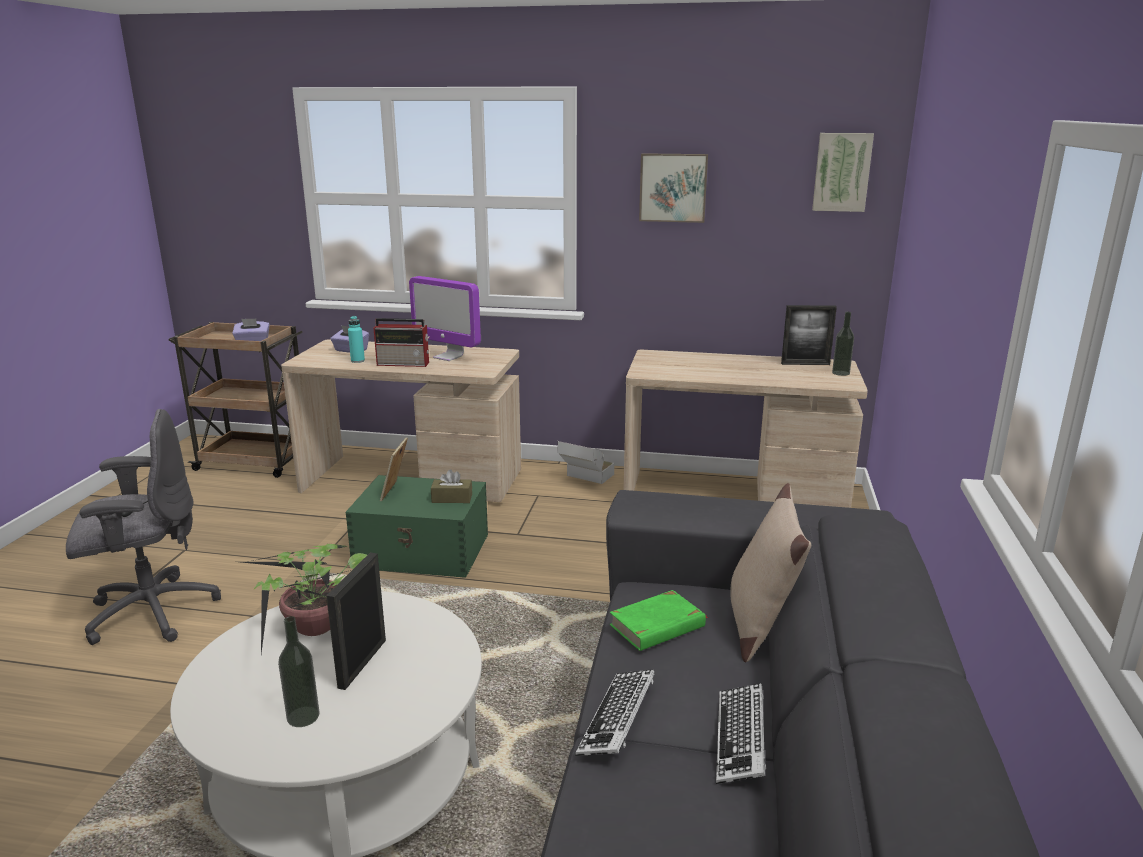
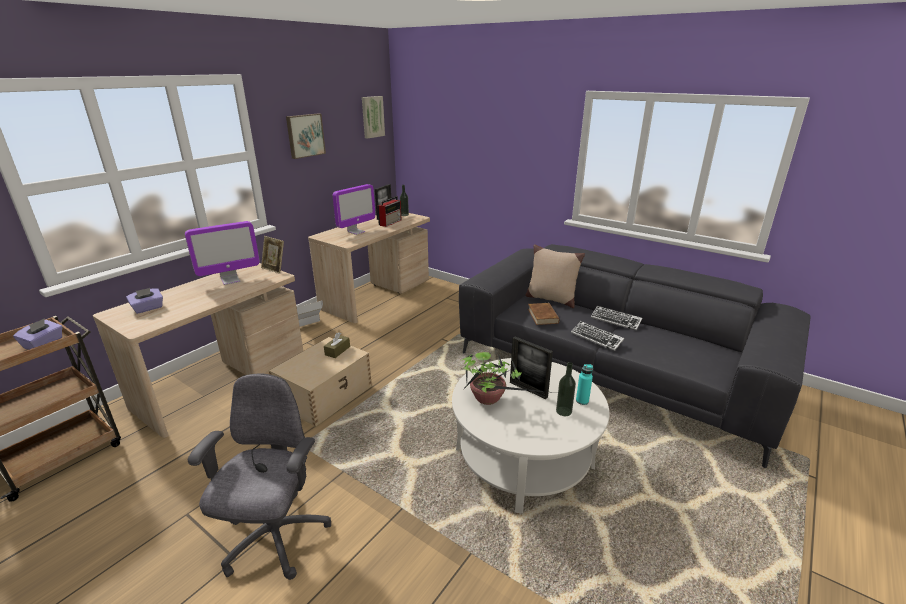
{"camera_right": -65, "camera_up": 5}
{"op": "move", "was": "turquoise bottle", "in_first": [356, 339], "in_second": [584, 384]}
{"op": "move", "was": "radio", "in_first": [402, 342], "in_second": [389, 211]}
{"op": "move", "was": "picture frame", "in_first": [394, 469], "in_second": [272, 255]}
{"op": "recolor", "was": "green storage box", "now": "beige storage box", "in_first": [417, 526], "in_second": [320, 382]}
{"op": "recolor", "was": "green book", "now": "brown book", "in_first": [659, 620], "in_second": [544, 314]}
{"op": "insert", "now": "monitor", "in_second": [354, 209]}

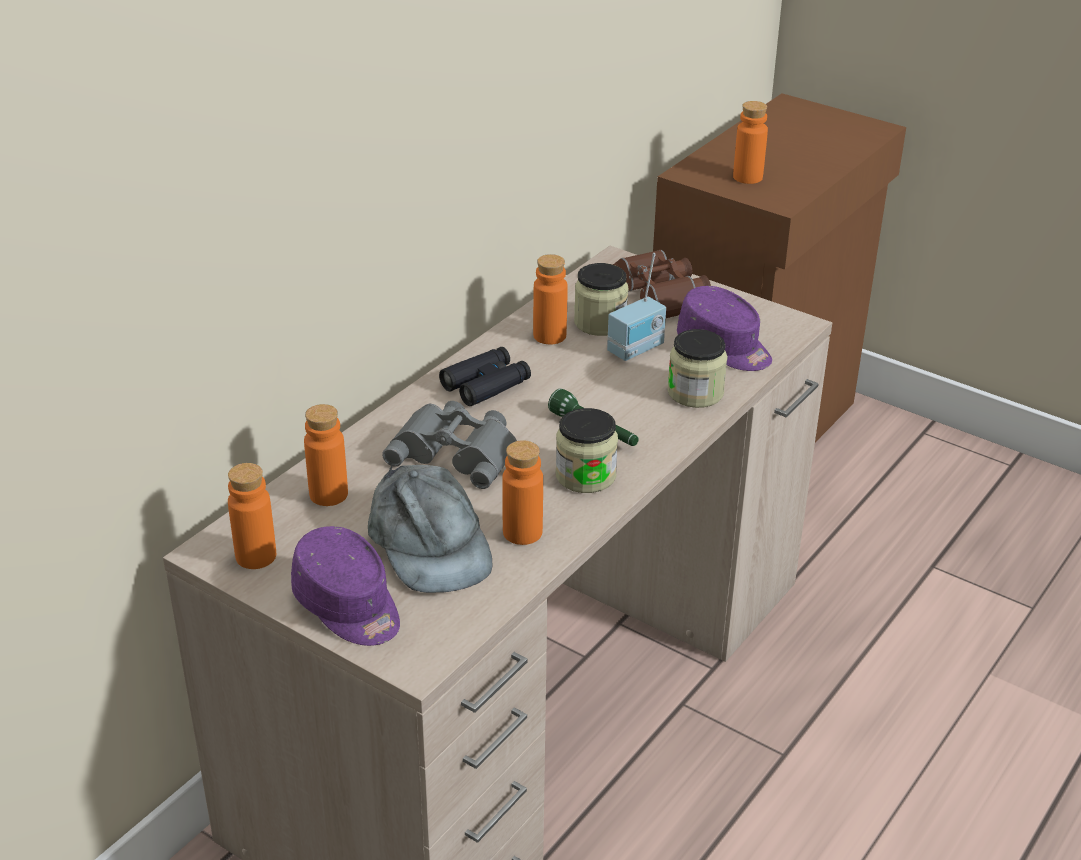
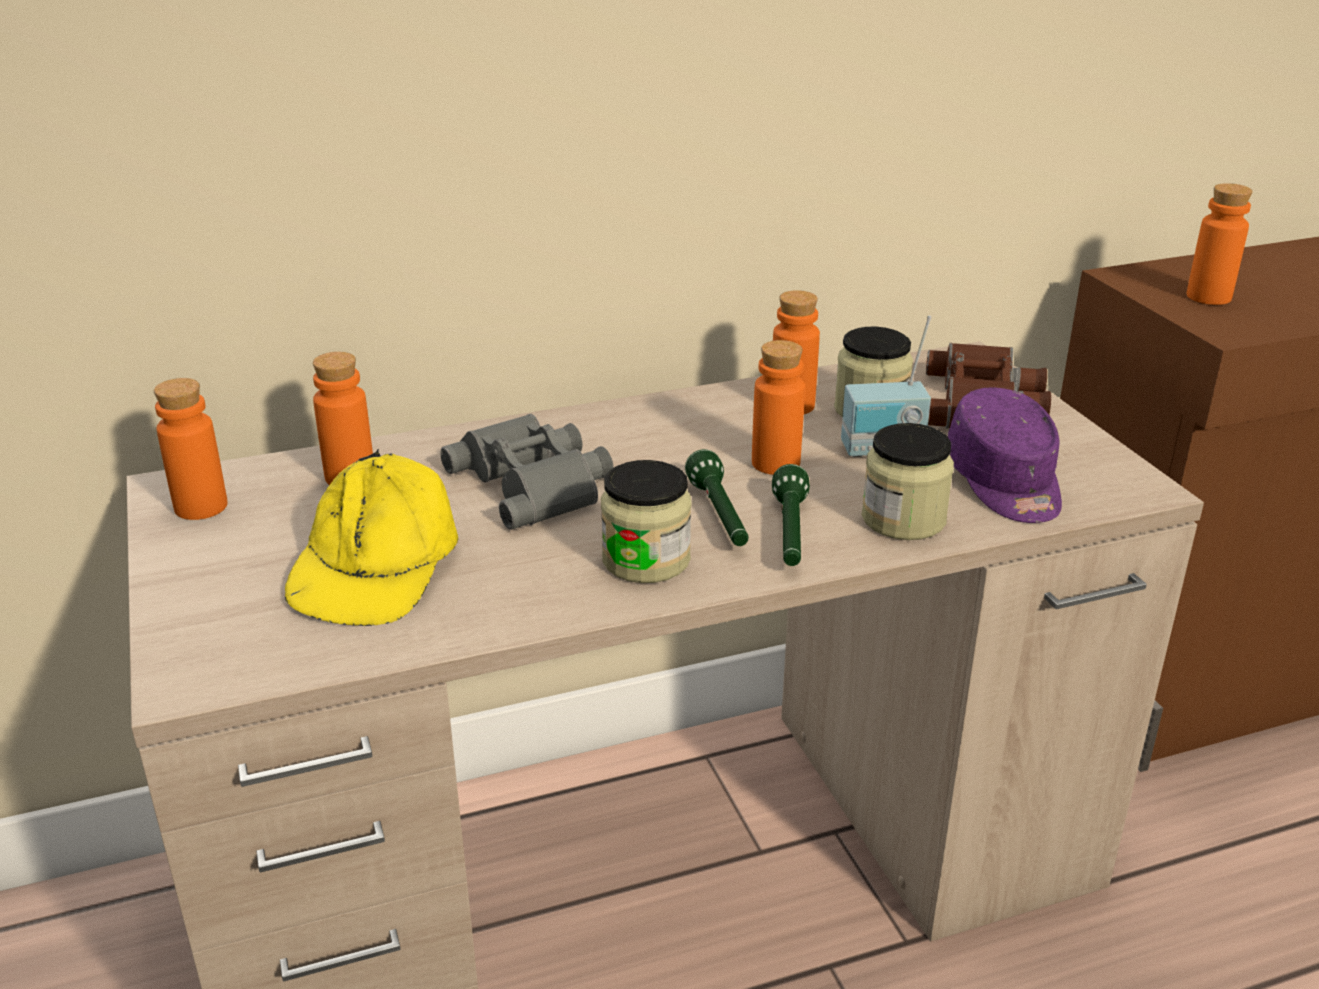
{"camera_right": 35, "camera_up": -5}
{"op": "delete", "was": "black binoculars", "in_first": [485, 376]}
{"op": "move", "was": "orange bottle", "in_first": [522, 492], "in_second": [778, 407]}
{"op": "recolor", "was": "grey cap", "now": "yellow cap", "in_first": [430, 529], "in_second": [371, 537]}
{"op": "delete", "was": "purple cap", "in_first": [345, 586]}
{"op": "insert", "now": "green flashlight", "in_second": [791, 515]}

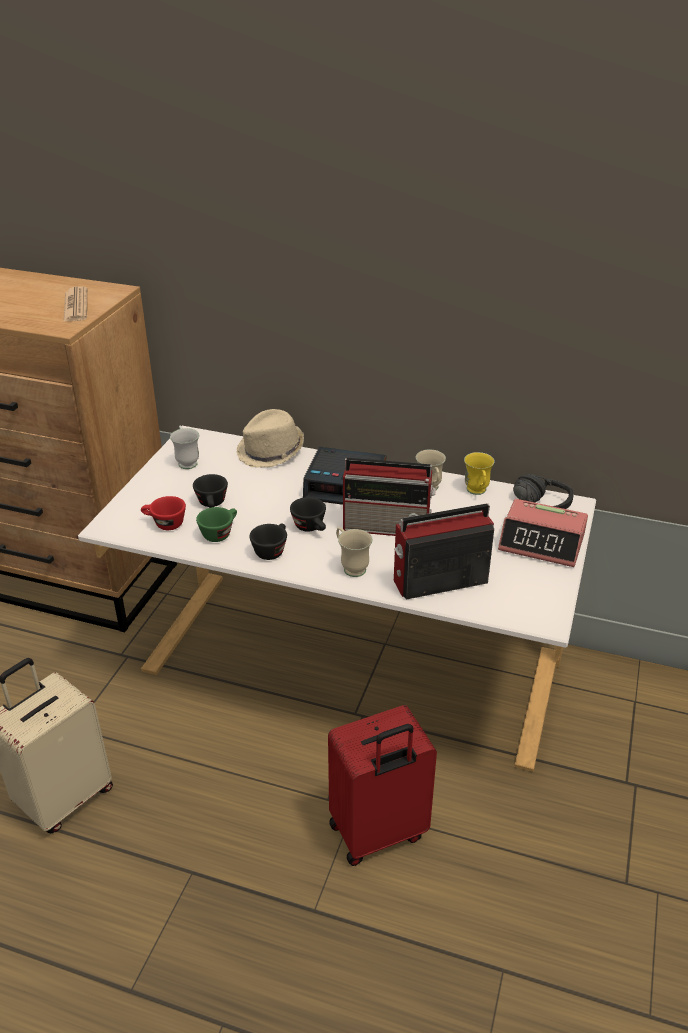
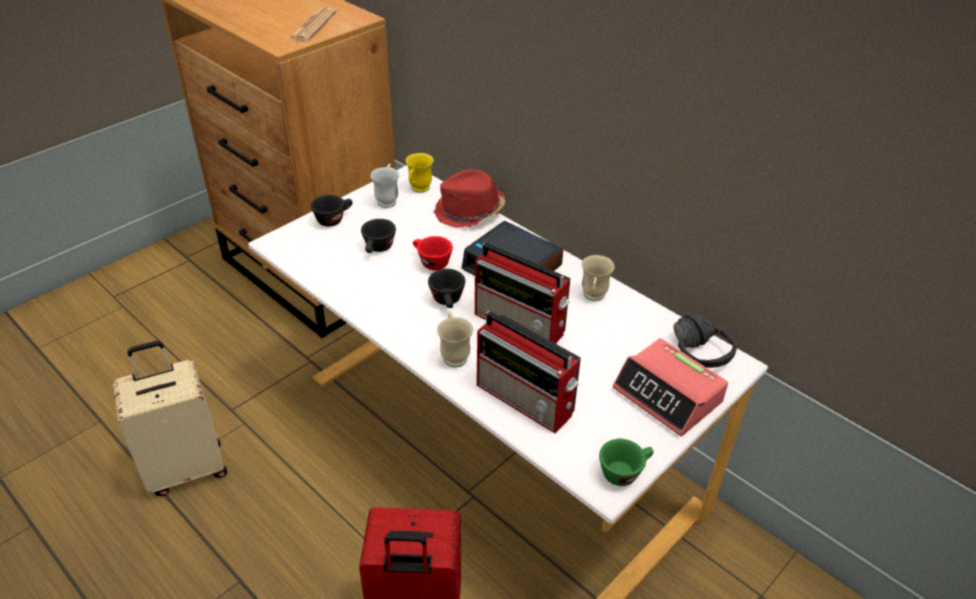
{"camera_right": 25, "camera_up": 5}
{"op": "recolor", "was": "beige hat", "now": "red hat", "in_first": [270, 438], "in_second": [469, 198]}
{"op": "move", "was": "yellow mug", "in_first": [479, 473], "in_second": [419, 173]}
{"op": "move", "was": "red cup", "in_first": [163, 513], "in_second": [433, 253]}
{"op": "rotate", "was": "radio", "in_first": [444, 551], "in_second": [529, 372], "clockwise": -150}
{"op": "move", "was": "green cup", "in_first": [216, 524], "in_second": [626, 462]}
{"op": "move", "was": "black cup", "in_first": [268, 542], "in_second": [331, 211]}

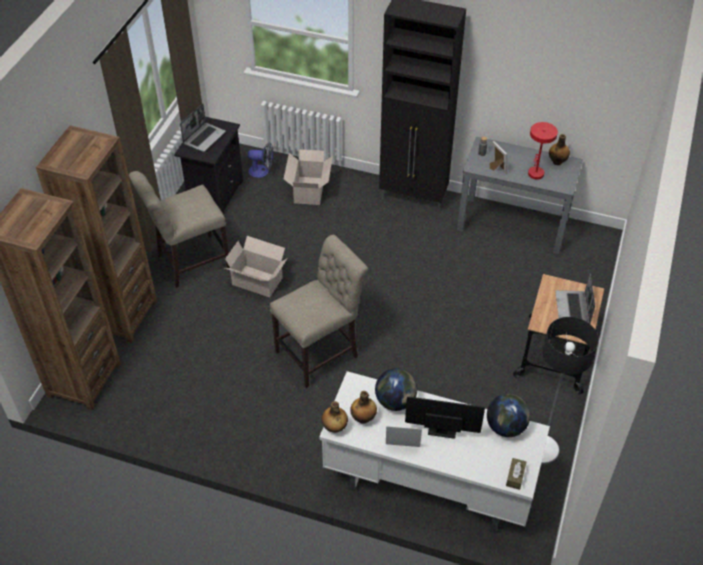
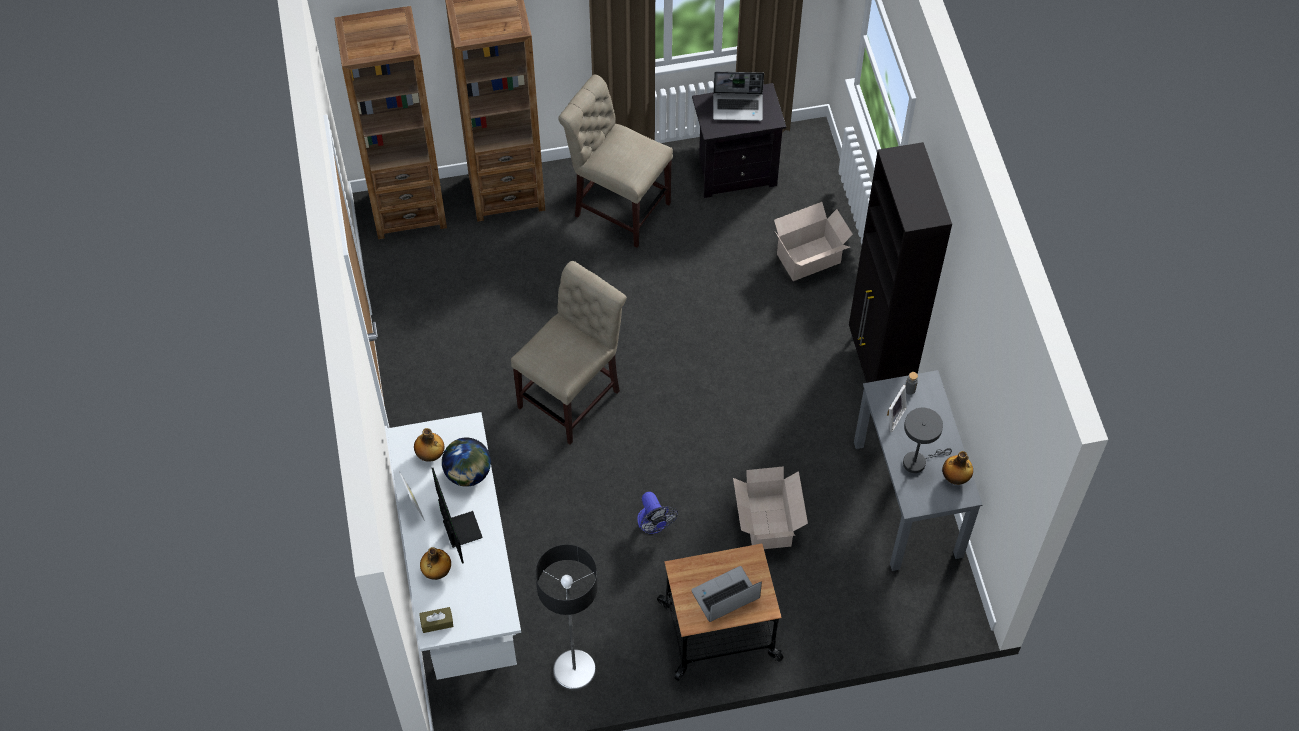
{"camera_right": 60, "camera_up": 10}
{"op": "recolor", "was": "red table lamp", "now": "grey table lamp", "in_first": [543, 151], "in_second": [927, 440]}
{"op": "move", "was": "fan", "in_first": [260, 160], "in_second": [657, 513]}
{"op": "rotate", "was": "beige chair", "in_first": [319, 311], "in_second": [569, 353], "clockwise": -75}
{"op": "move", "was": "cardboard box", "in_first": [256, 266], "in_second": [770, 507]}
{"op": "delete", "was": "globe", "in_first": [508, 415]}
{"op": "move", "was": "bottle", "in_first": [334, 417], "in_second": [435, 563]}

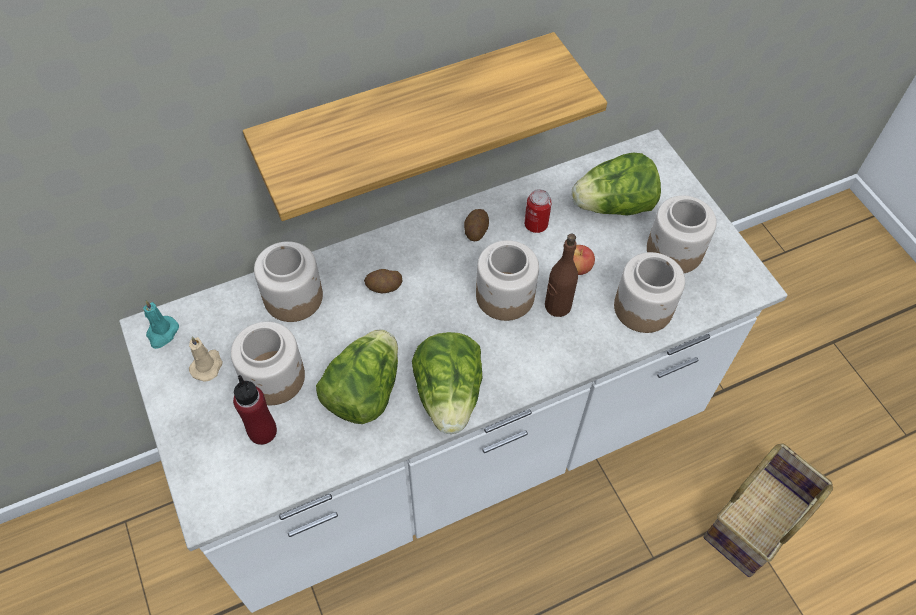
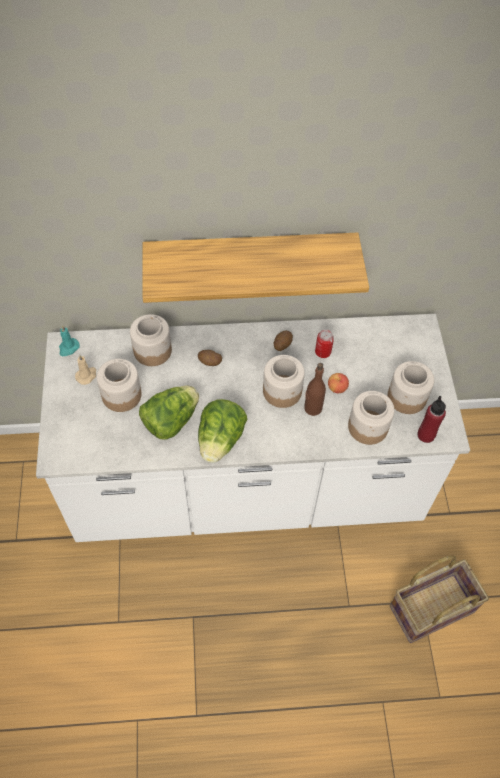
{"camera_right": 20, "camera_up": 0}
{"op": "delete", "was": "lettuce", "in_first": [616, 184]}
{"op": "move", "was": "red bottle", "in_first": [255, 410], "in_second": [431, 419]}

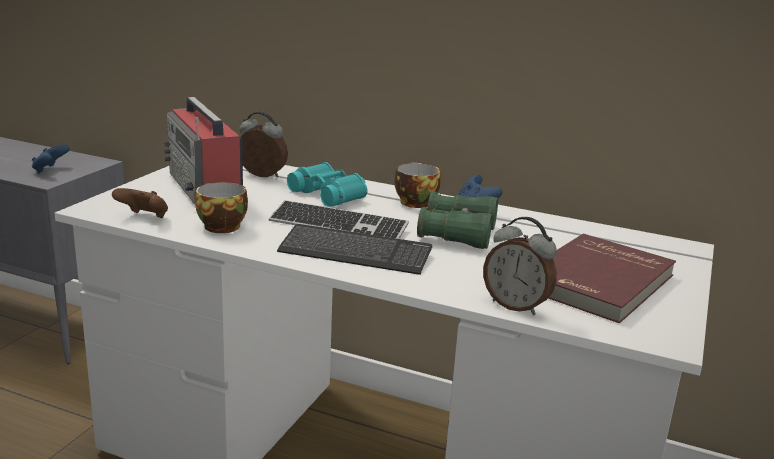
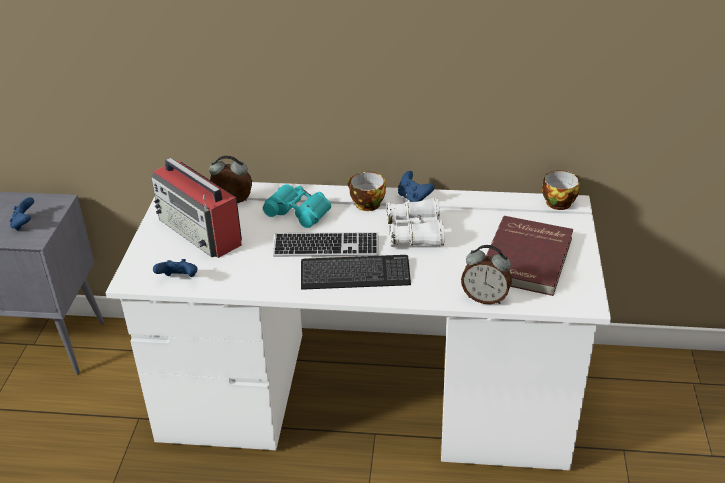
{"camera_right": -15, "camera_up": 15}
{"op": "move", "was": "cup", "in_first": [221, 207], "in_second": [561, 190]}
{"op": "recolor", "was": "brown game controller", "now": "blue game controller", "in_first": [140, 203], "in_second": [175, 268]}
{"op": "recolor", "was": "green binoculars", "now": "white binoculars", "in_first": [457, 220], "in_second": [415, 222]}

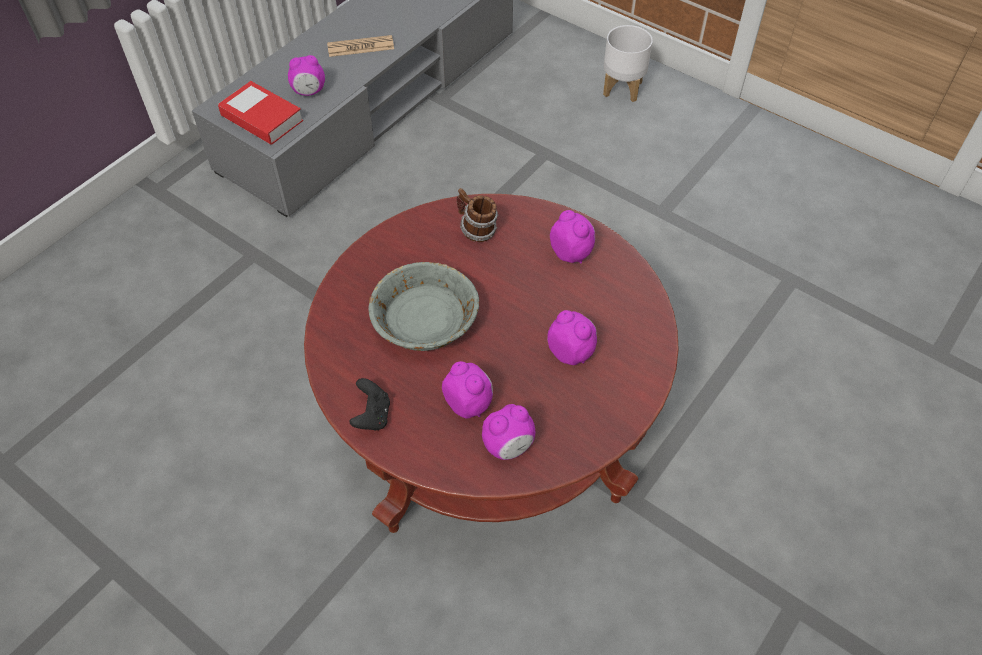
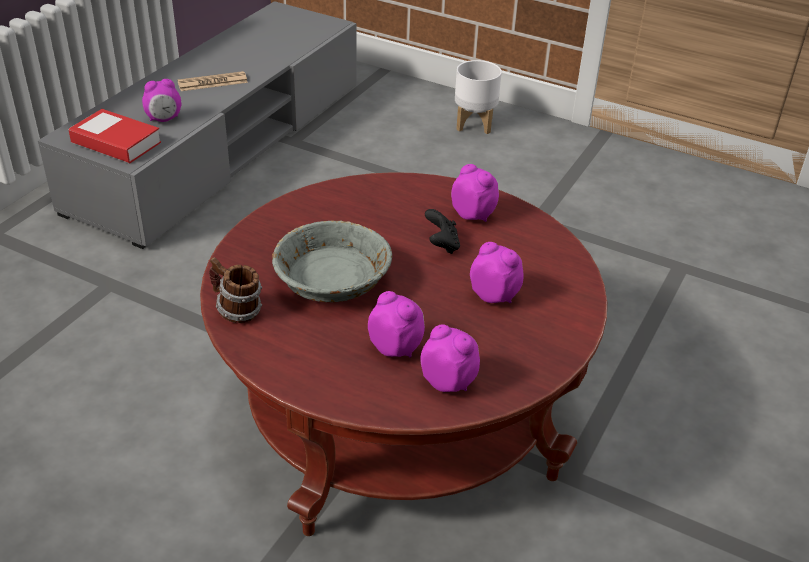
{"camera_right": -10, "camera_up": -15}
{"op": "move", "was": "mug", "in_first": [478, 215], "in_second": [235, 290]}
{"op": "move", "was": "black game controller", "in_first": [369, 404], "in_second": [442, 231]}
{"op": "rotate", "was": "alarm clock", "in_first": [508, 432], "in_second": [450, 358], "clockwise": -105}

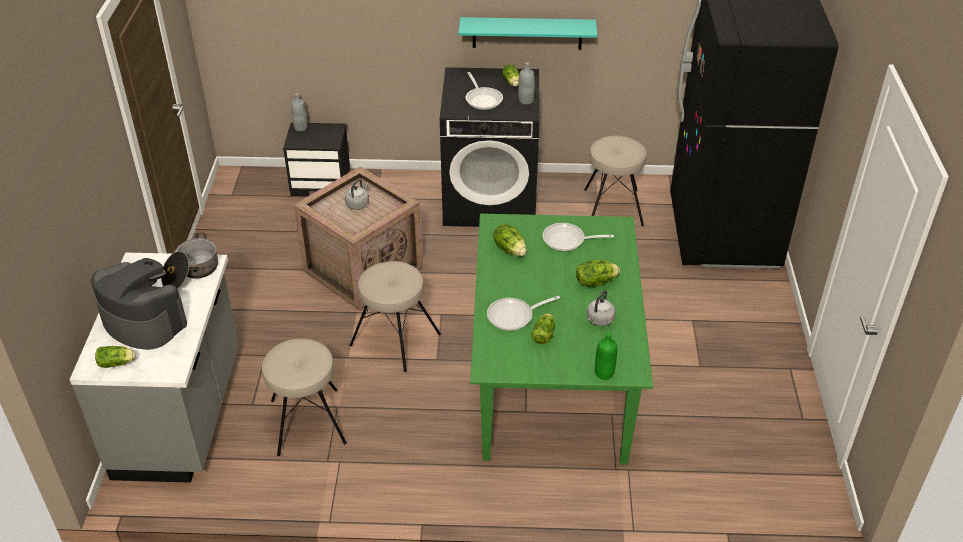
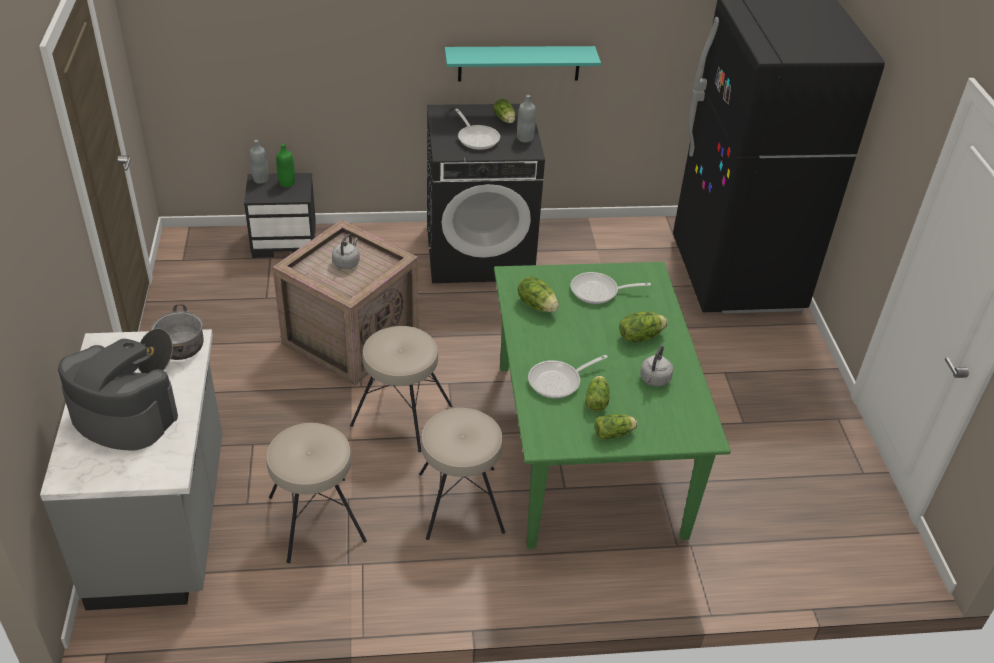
{"camera_right": -10, "camera_up": 0}
{"op": "move", "was": "beige stool", "in_first": [615, 181], "in_second": [462, 474]}
{"op": "move", "was": "green bottle", "in_first": [606, 356], "in_second": [285, 165]}
{"op": "move", "was": "lettuce", "in_first": [115, 357], "in_second": [616, 426]}

